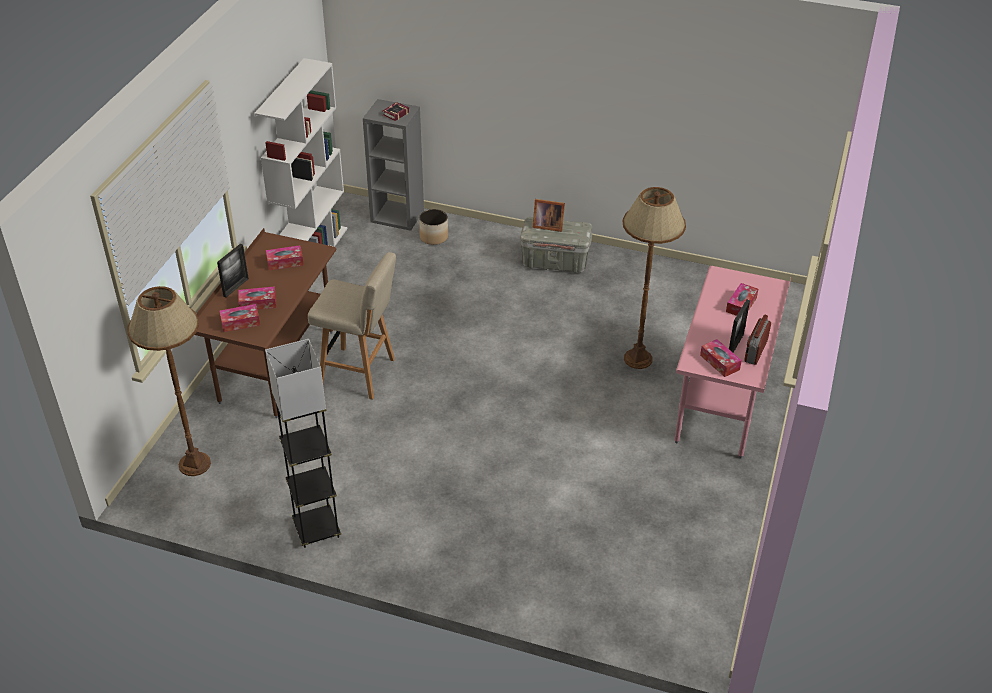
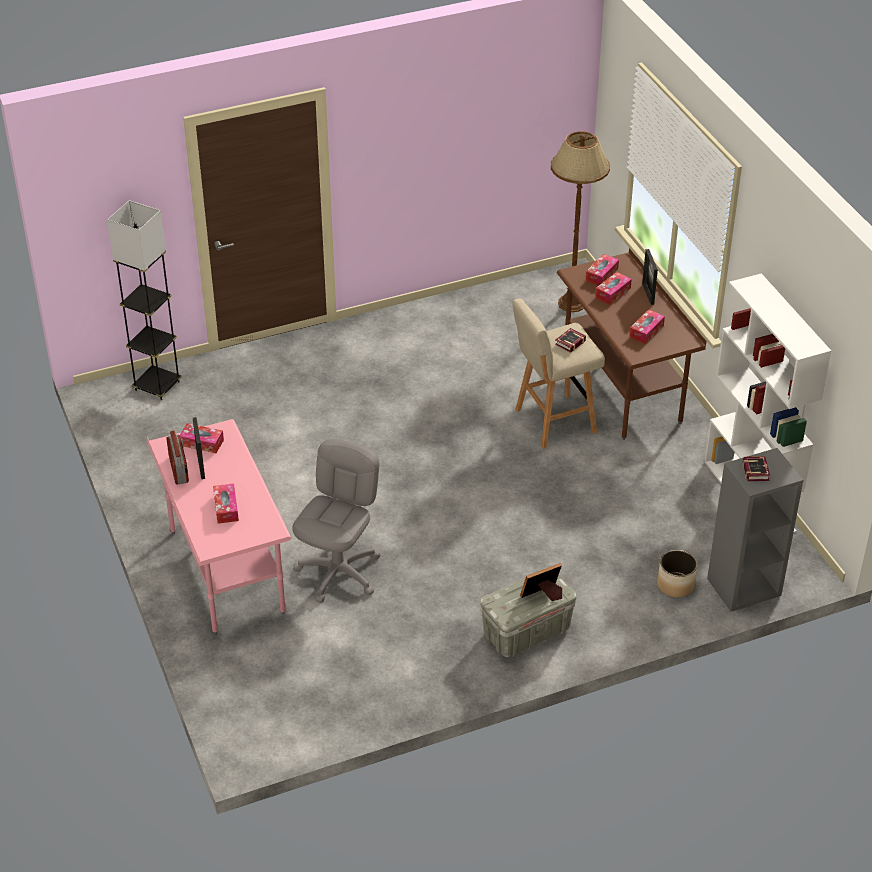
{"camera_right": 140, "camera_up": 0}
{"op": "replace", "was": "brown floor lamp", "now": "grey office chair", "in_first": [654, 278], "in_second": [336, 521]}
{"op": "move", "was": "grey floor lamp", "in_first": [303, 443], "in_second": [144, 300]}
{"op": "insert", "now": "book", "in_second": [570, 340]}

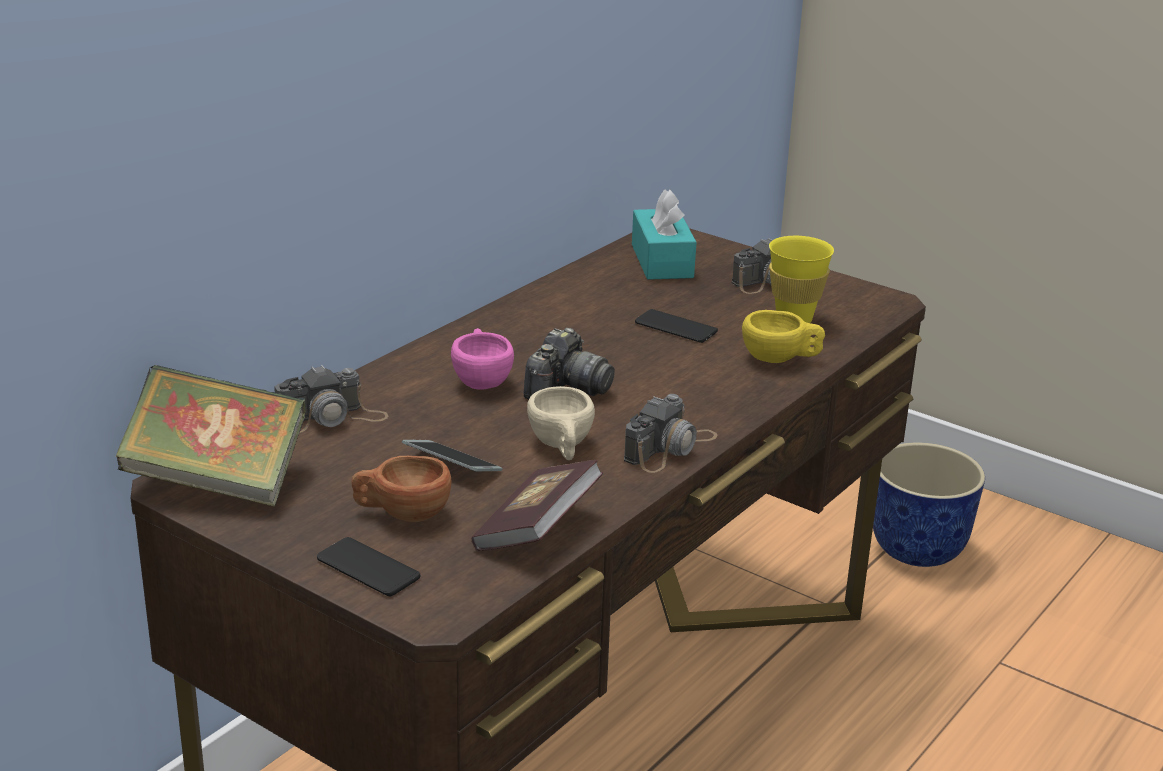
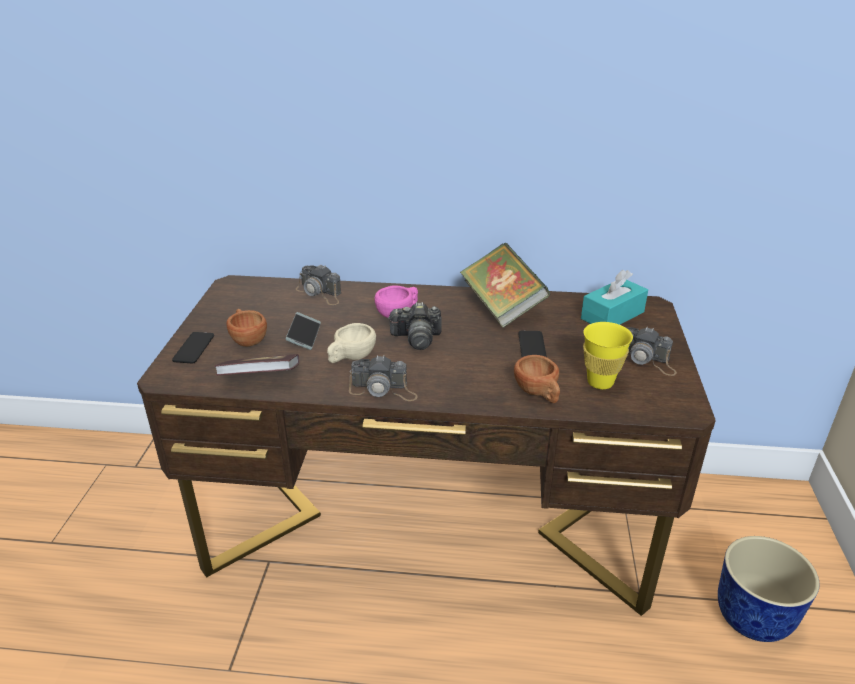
{"camera_right": 60, "camera_up": 5}
{"op": "recolor", "was": "yellow cup", "now": "brown cup", "in_first": [783, 336], "in_second": [537, 379]}
{"op": "move", "was": "book", "in_first": [211, 436], "in_second": [505, 285]}

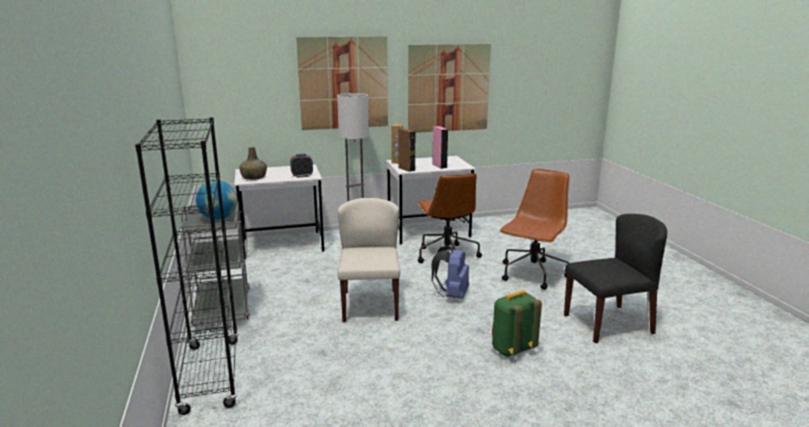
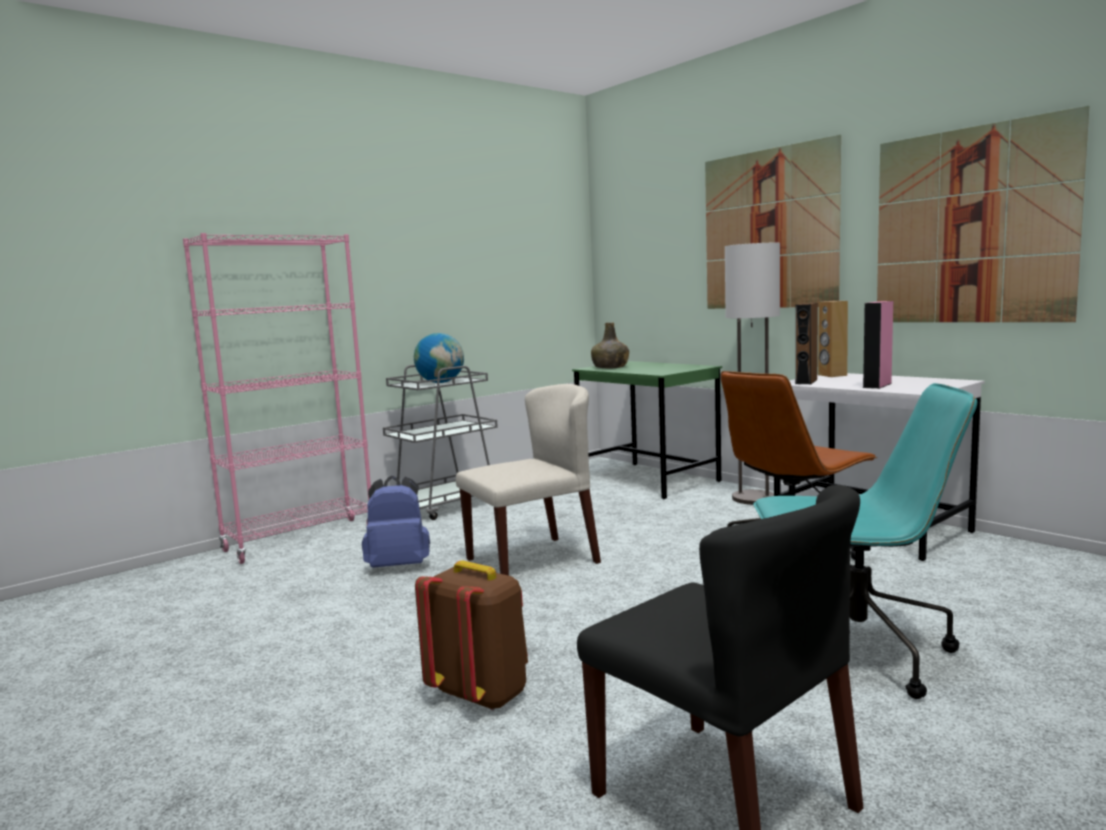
{"camera_right": 65, "camera_up": -10}
{"op": "recolor", "was": "black bookcase", "now": "pink bookcase", "in_first": [187, 266], "in_second": [277, 398]}
{"op": "delete", "was": "alarm clock", "in_first": [301, 166]}
{"op": "recolor", "was": "white desk", "now": "green desk", "in_first": [279, 211], "in_second": [647, 430]}
{"op": "recolor", "was": "brown office chair", "now": "turquoise office chair", "in_first": [535, 229], "in_second": [865, 541]}
{"op": "move", "was": "blue backpack", "in_first": [450, 272], "in_second": [396, 522]}
{"op": "recolor", "was": "green backpack", "now": "brown backpack", "in_first": [517, 324], "in_second": [471, 635]}

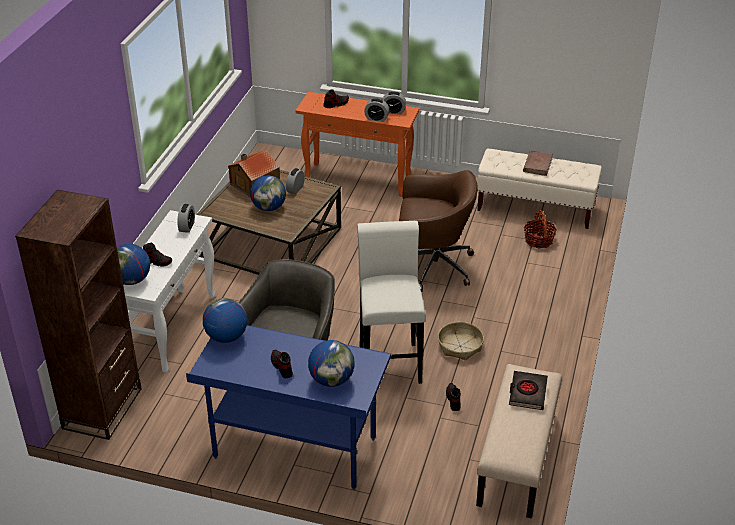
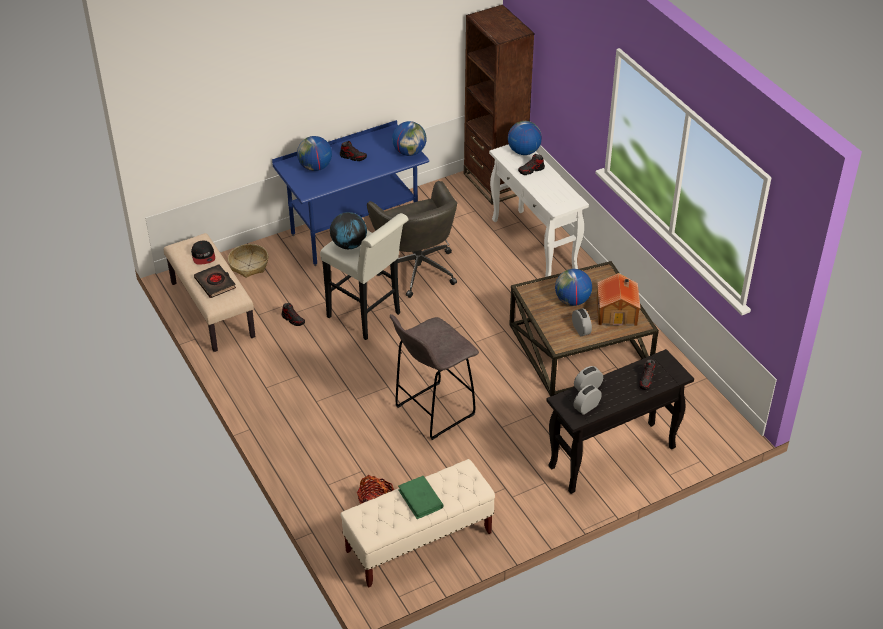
{"camera_right": 135, "camera_up": 5}
{"op": "recolor", "was": "orange console table", "now": "black console table", "in_first": [357, 144], "in_second": [620, 421]}
{"op": "recolor", "was": "brown book", "now": "green book", "in_first": [538, 163], "in_second": [421, 497]}
{"op": "replace", "was": "brown office chair", "now": "grey stool", "in_first": [438, 231], "in_second": [434, 377]}
{"op": "delete", "was": "alarm clock", "in_first": [186, 218]}
{"op": "move", "was": "basket", "in_first": [461, 341], "in_second": [248, 261]}
{"op": "insert", "now": "globe", "in_second": [348, 230]}
{"op": "insert", "now": "cap", "in_second": [203, 253]}

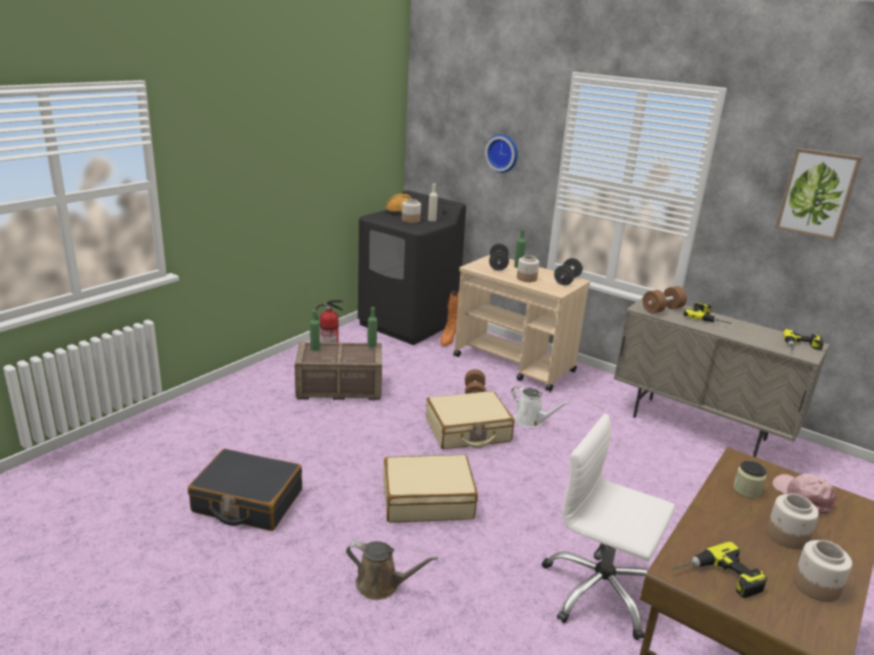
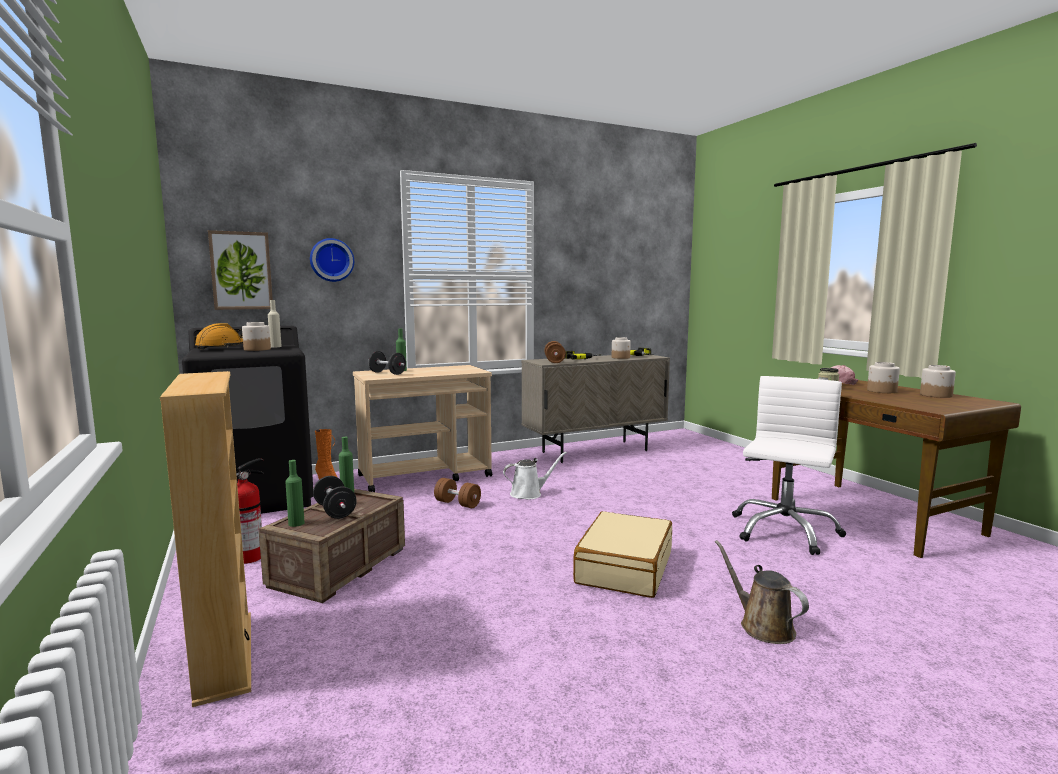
{"camera_right": -60, "camera_up": -15}
{"op": "move", "was": "picture", "in_first": [818, 194], "in_second": [240, 270]}
{"op": "move", "was": "jar", "in_first": [528, 268], "in_second": [621, 348]}
{"op": "move", "was": "black dumbbell", "in_first": [568, 271], "in_second": [335, 497]}
{"op": "delete", "was": "beige suitcase", "in_first": [470, 420]}
{"op": "rotate", "was": "white office chair", "in_first": [608, 527], "in_second": [789, 465], "clockwise": 150}
{"op": "delete", "was": "black suitcase", "in_first": [245, 490]}
{"op": "rotate", "was": "brown watering can", "in_first": [392, 570], "in_second": [762, 592], "clockwise": -75}
{"op": "delete", "was": "power drill", "in_first": [720, 570]}
{"op": "insert", "now": "beige bookcase", "in_second": [205, 539]}

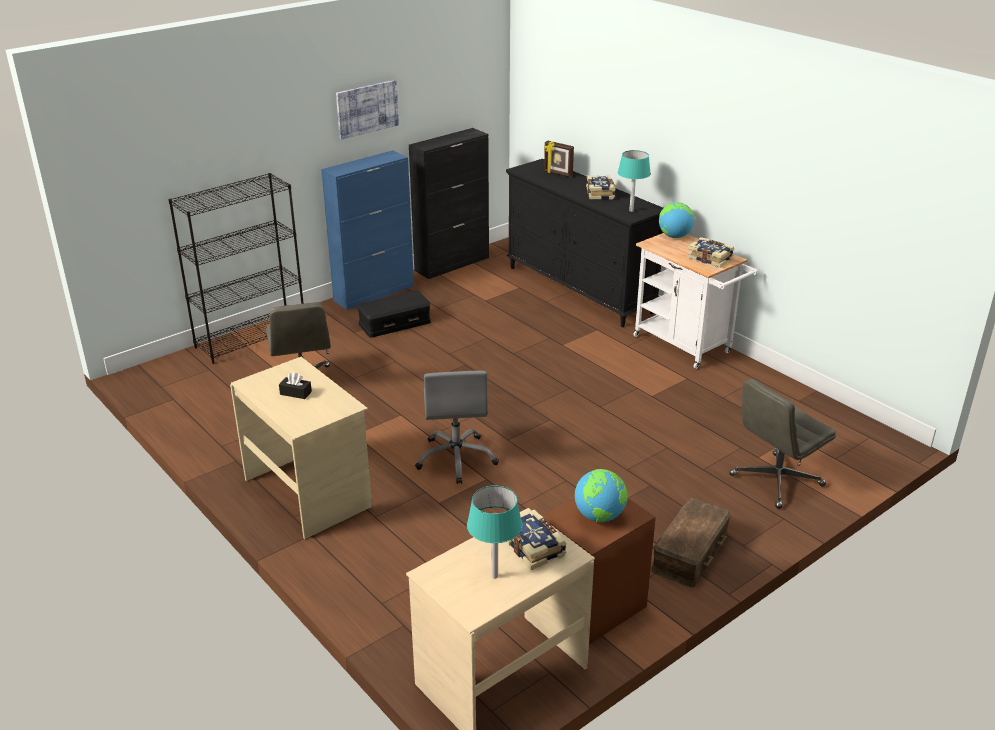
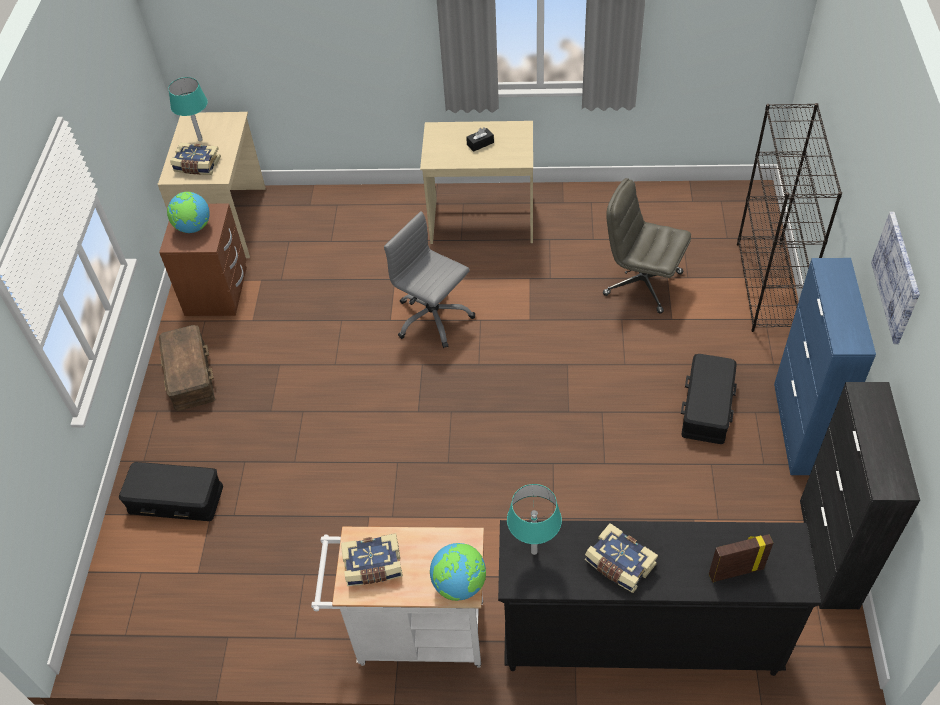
{"camera_right": 135, "camera_up": 20}
{"op": "replace", "was": "grey office chair", "now": "black storage box", "in_first": [782, 444], "in_second": [171, 491]}

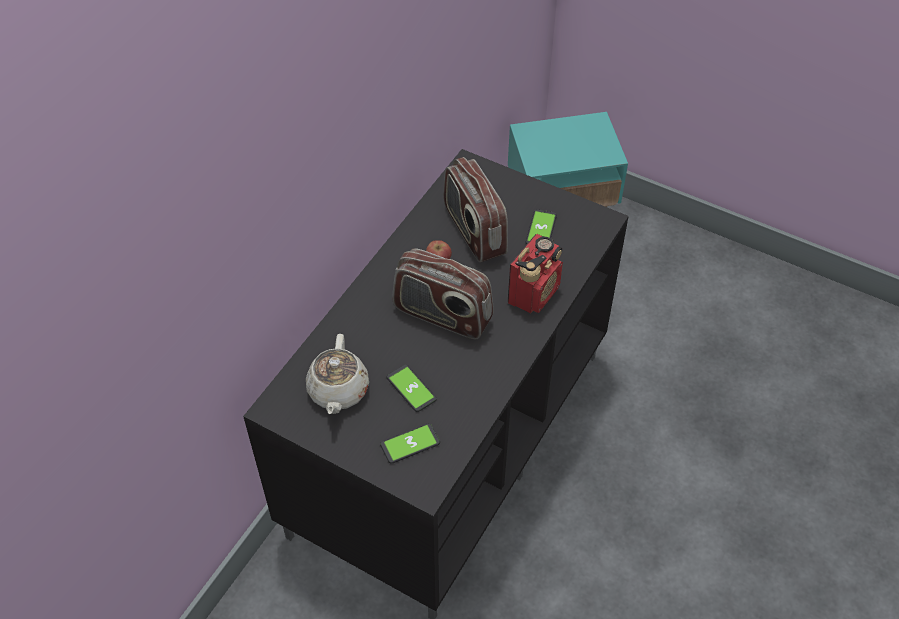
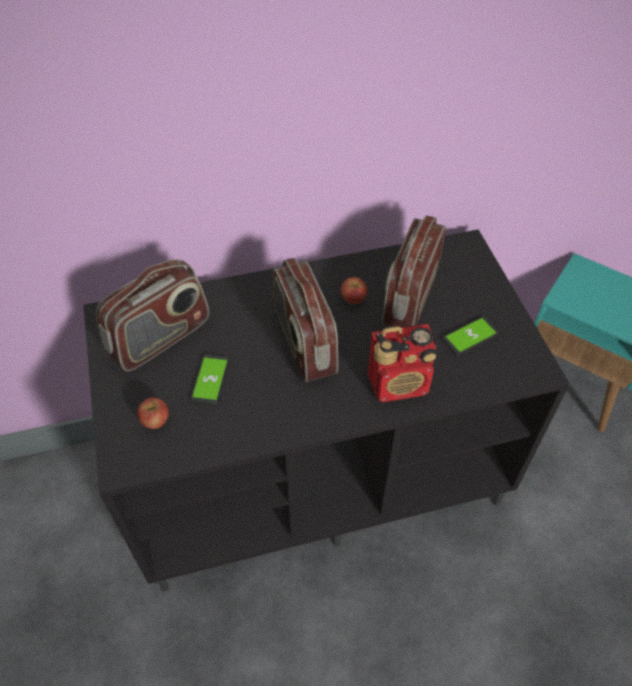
{"camera_right": 45, "camera_up": 0}
{"op": "replace", "was": "beige teapot", "now": "radio", "in_first": [337, 374], "in_second": [152, 315]}
{"op": "replace", "was": "phone", "now": "apple", "in_first": [410, 443], "in_second": [153, 413]}

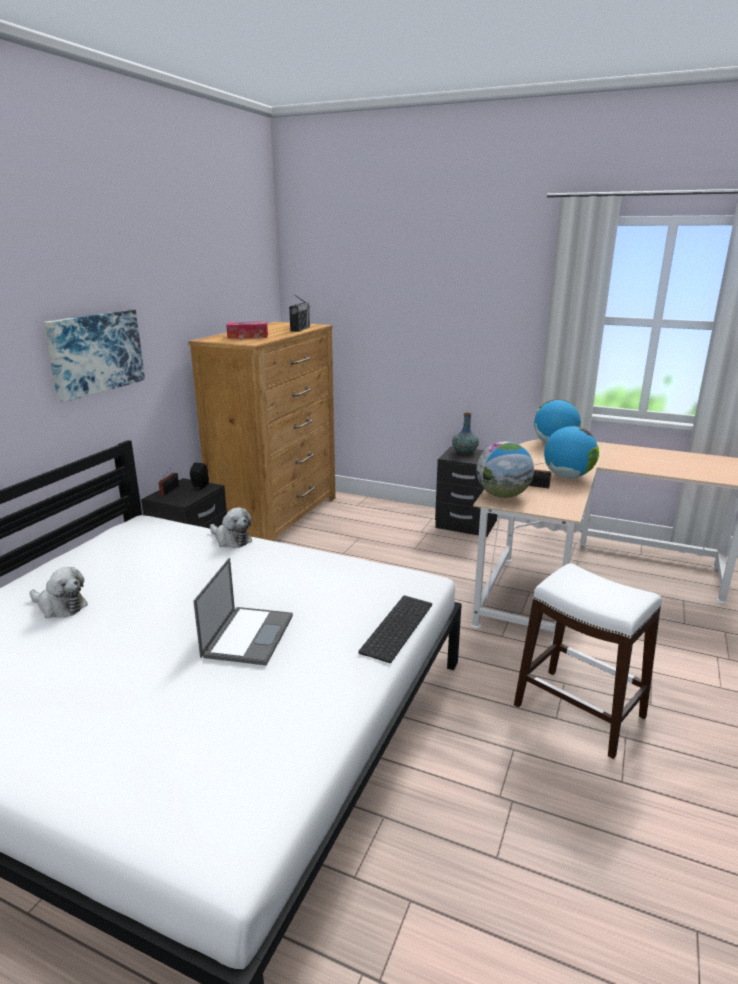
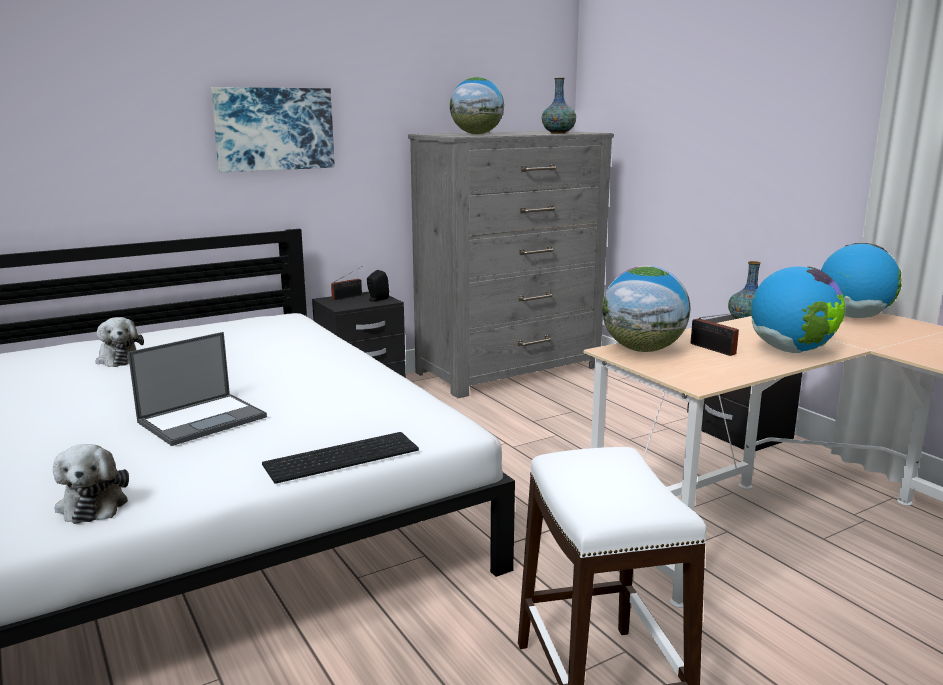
{"camera_right": 35, "camera_up": -5}
{"op": "replace", "was": "radio", "now": "vase", "in_first": [299, 313], "in_second": [559, 106]}
{"op": "recolor", "was": "brown dresser", "now": "grey dresser", "in_first": [262, 431], "in_second": [511, 264]}
{"op": "replace", "was": "tissue box", "now": "globe", "in_first": [247, 330], "in_second": [477, 105]}
{"op": "move", "was": "plush toy", "in_first": [231, 527], "in_second": [91, 484]}

